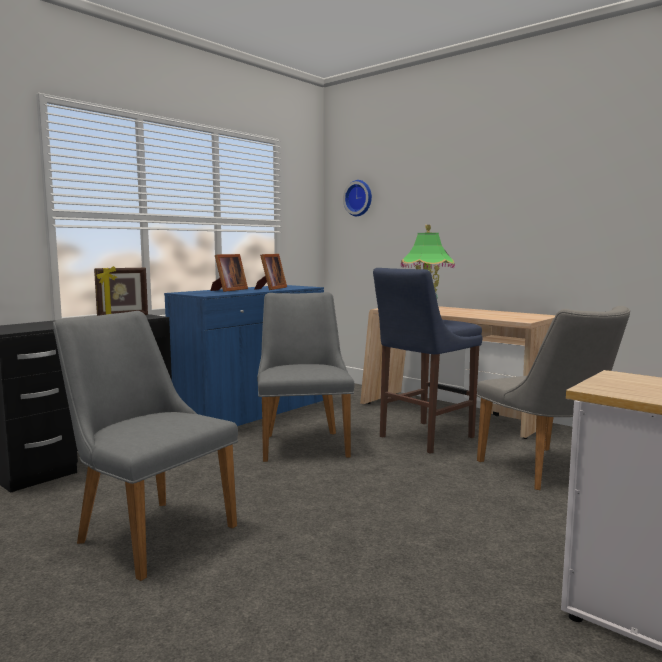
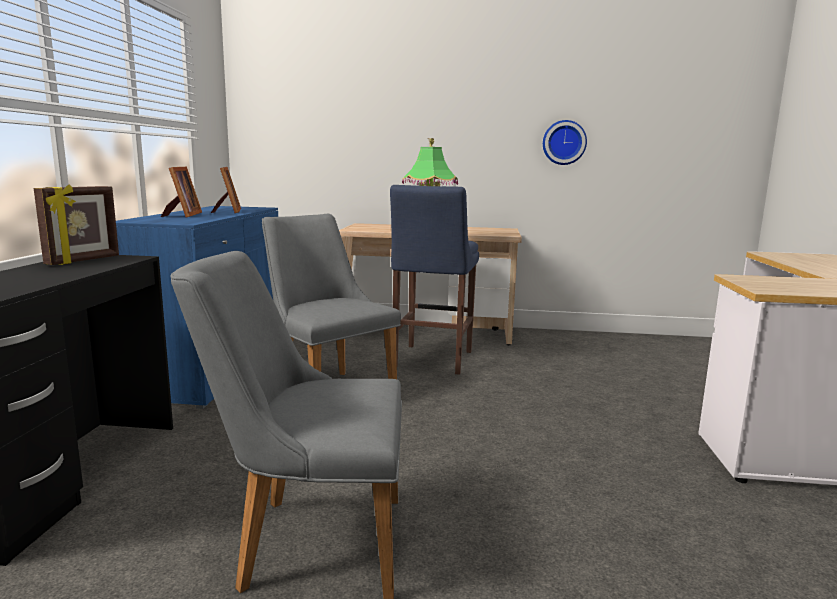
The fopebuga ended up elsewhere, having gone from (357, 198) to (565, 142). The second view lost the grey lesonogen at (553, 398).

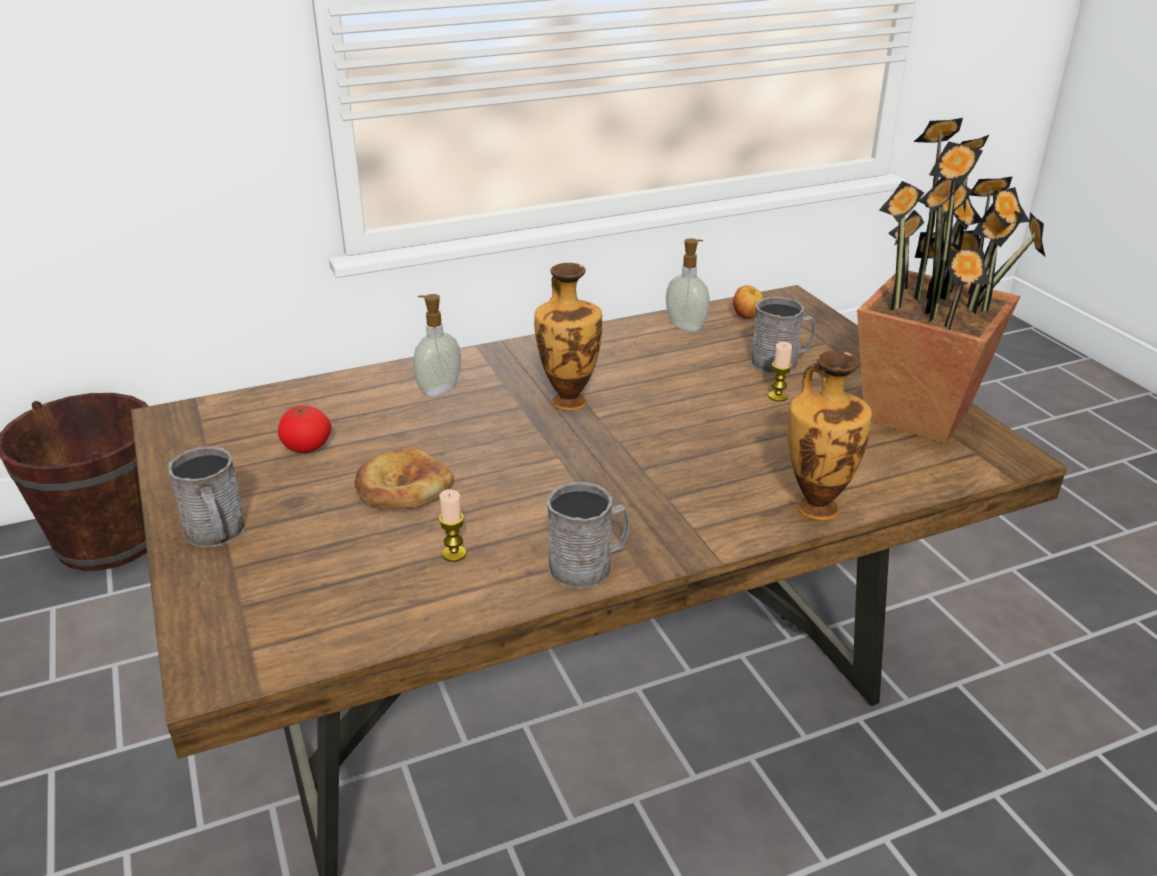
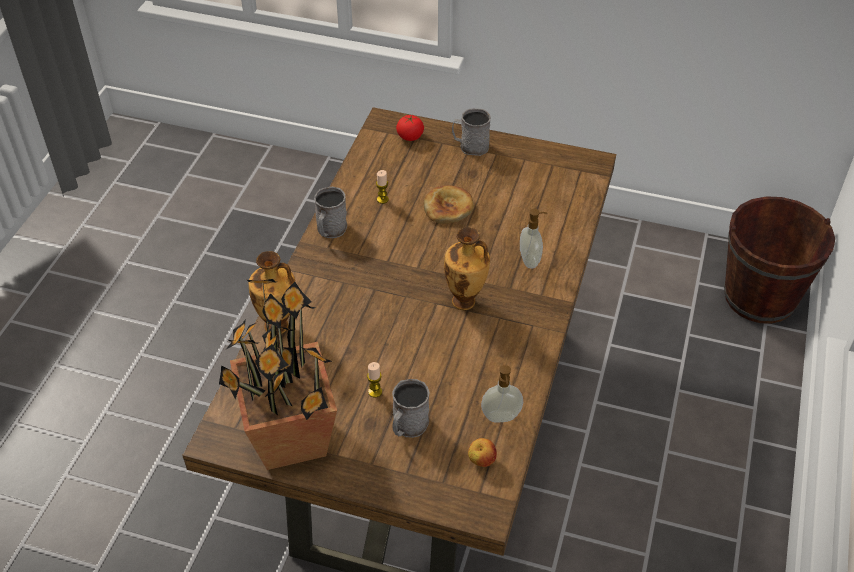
The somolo ended up elsewhere, having gone from (304, 429) to (410, 128).

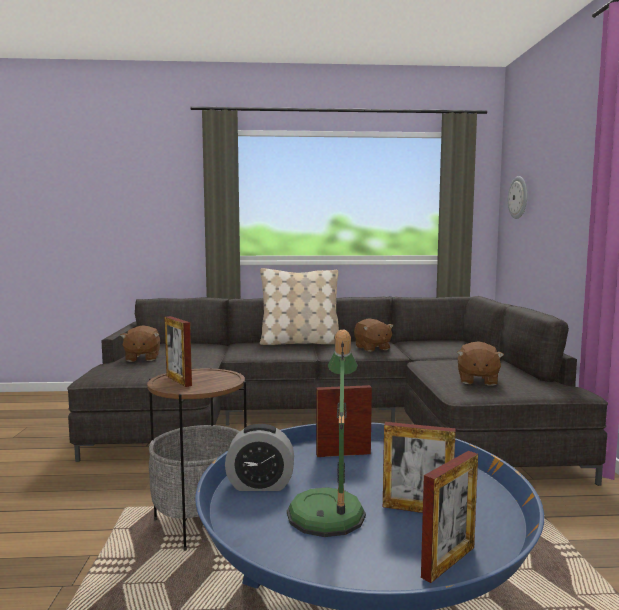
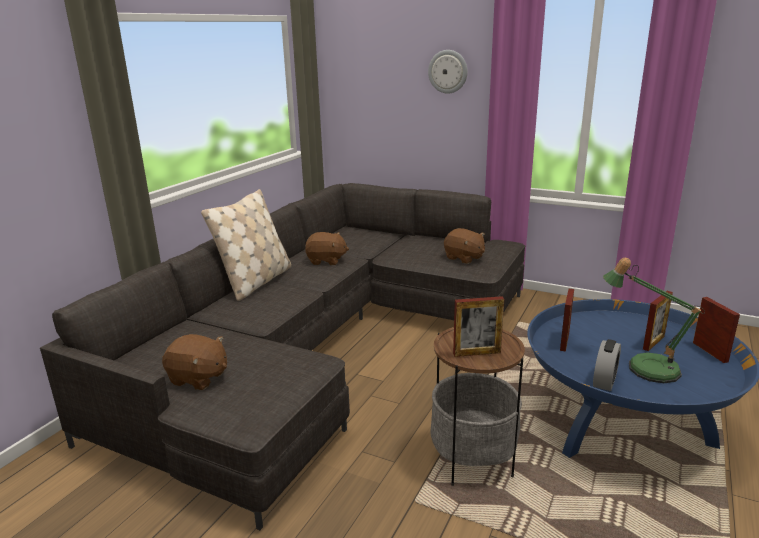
The fopebuga ended up elsewhere, having gone from (517, 197) to (448, 72).

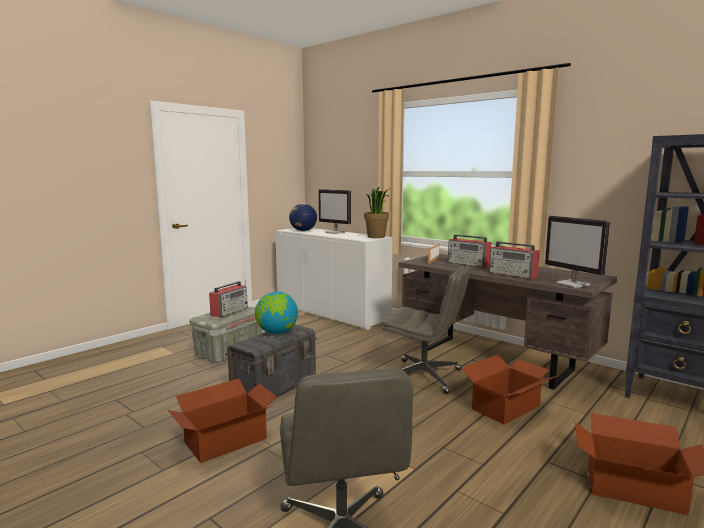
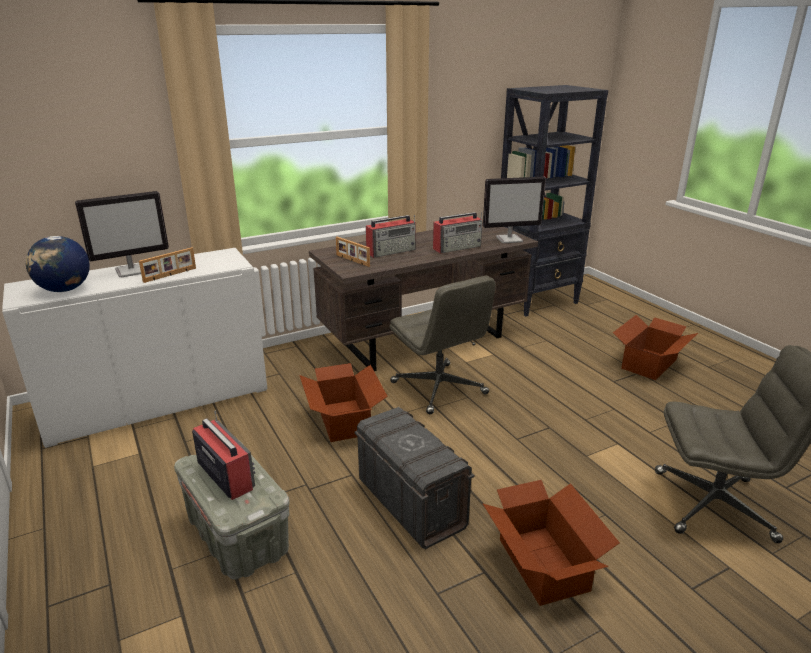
The second view lost the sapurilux at (377, 212). The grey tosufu at (426, 329) ended up facing another way, 105 degrees clockwise from before. The second view lost the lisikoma at (276, 313). The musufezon ended up elsewhere, having gone from (509, 390) to (343, 402). The second view gained the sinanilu at (167, 265).

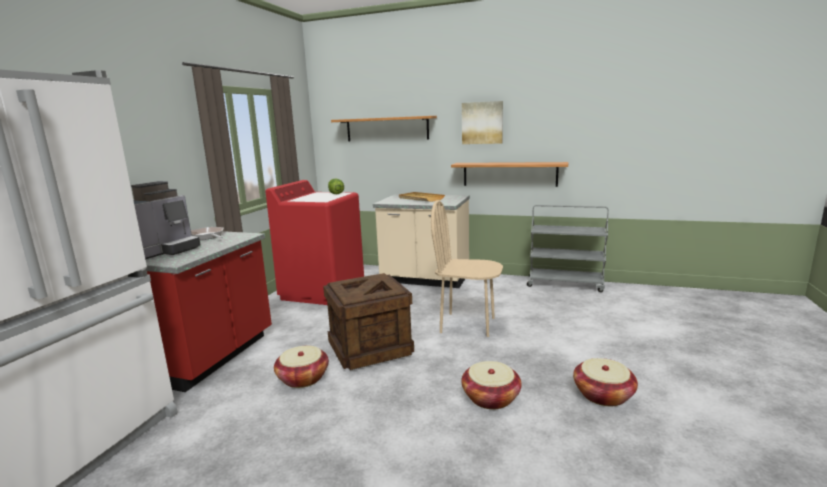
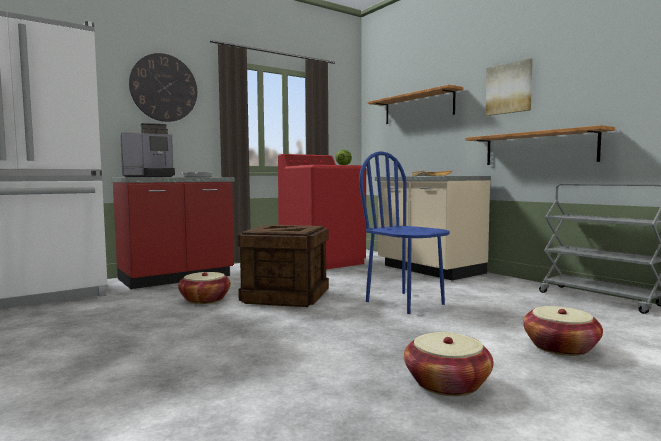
What was the beige lesonogen at (467, 268) turned into the blue lesonogen at (404, 232). The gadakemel ended up elsewhere, having gone from (491, 385) to (563, 331). The second view gained the fopebuga at (163, 87).

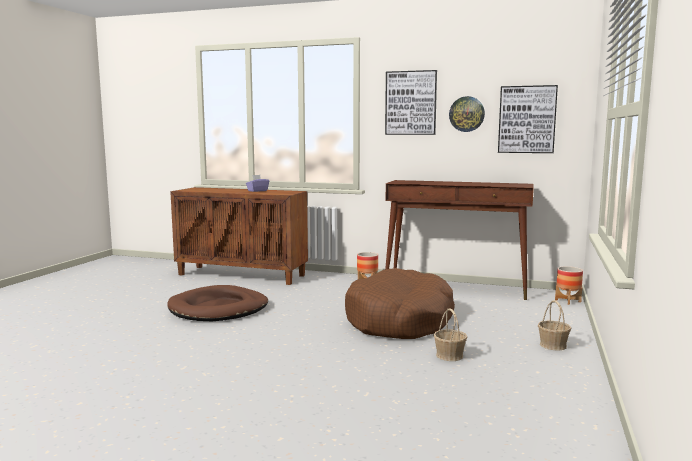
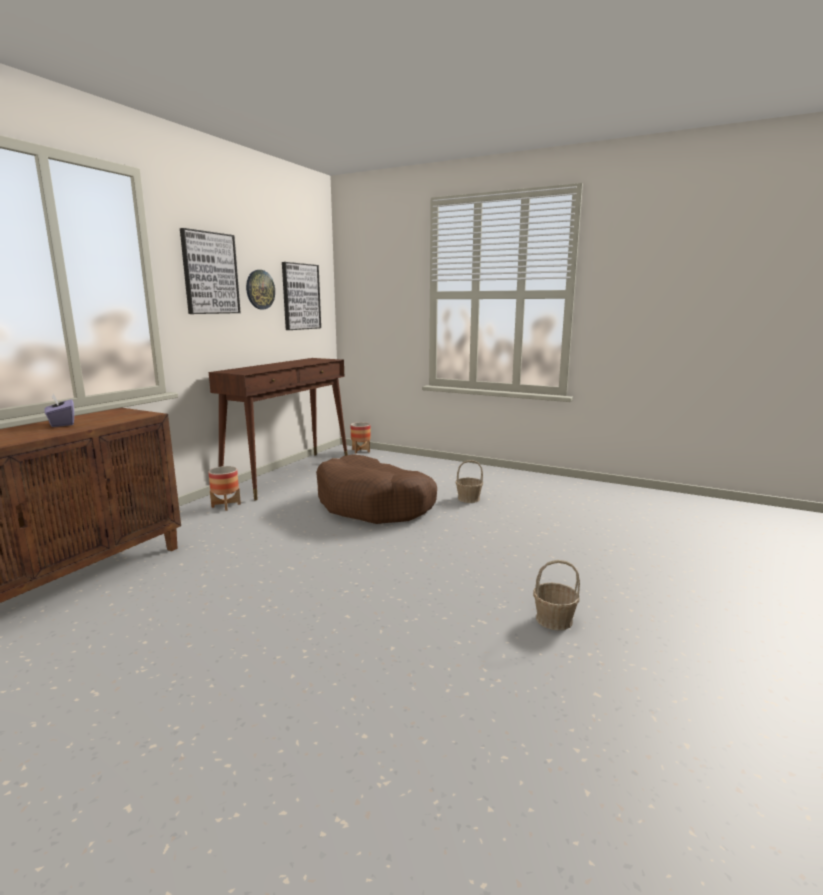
The second view lost the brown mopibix at (217, 303). The gadakemel ended up elsewhere, having gone from (554, 325) to (556, 595).

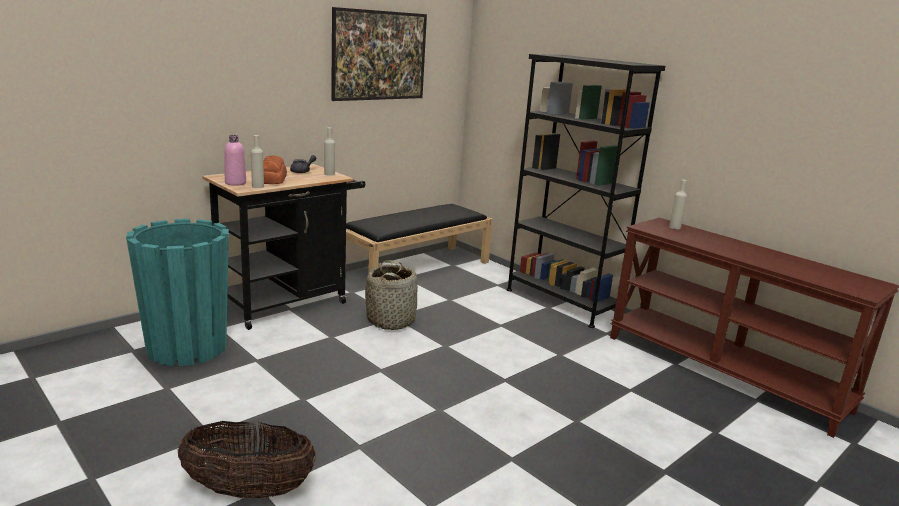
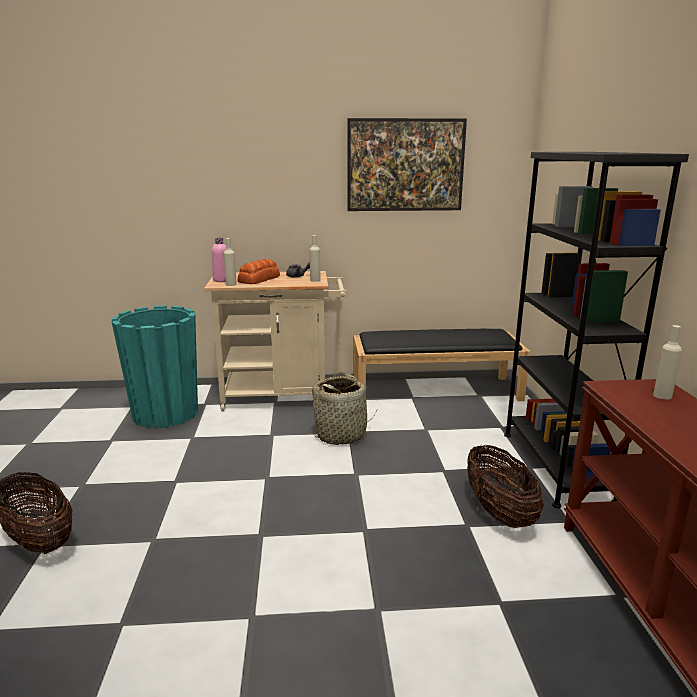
What was the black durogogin at (283, 247) turned into the beige durogogin at (275, 341). The second view gained the gadakemel at (505, 486).

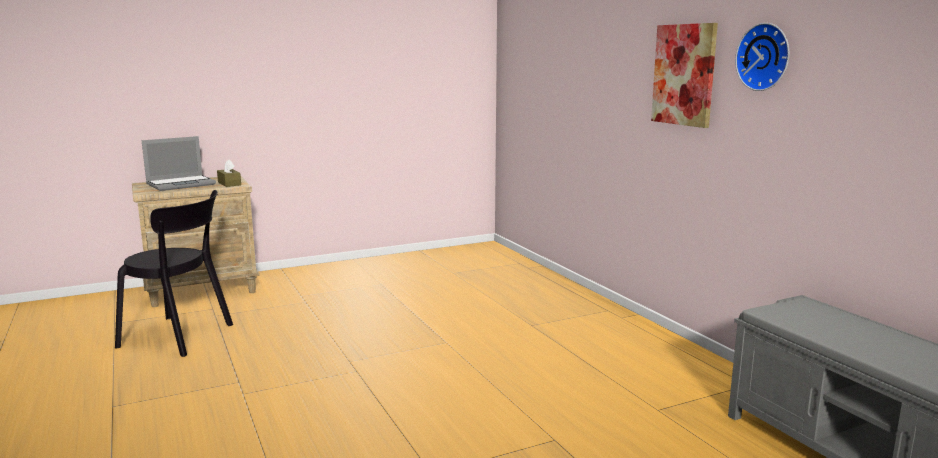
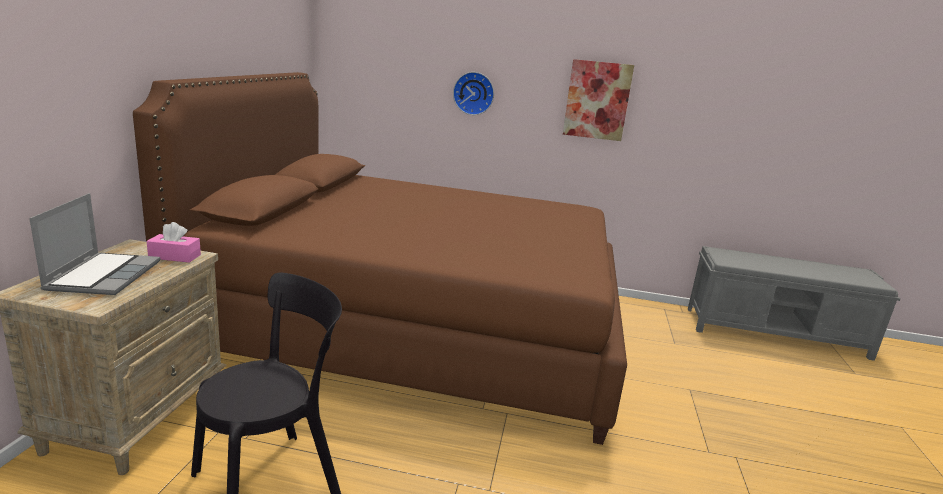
The fopebuga ended up elsewhere, having gone from (762, 57) to (473, 93). What was the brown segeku at (229, 173) turned into the pink segeku at (174, 242). The second view gained the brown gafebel at (380, 258).

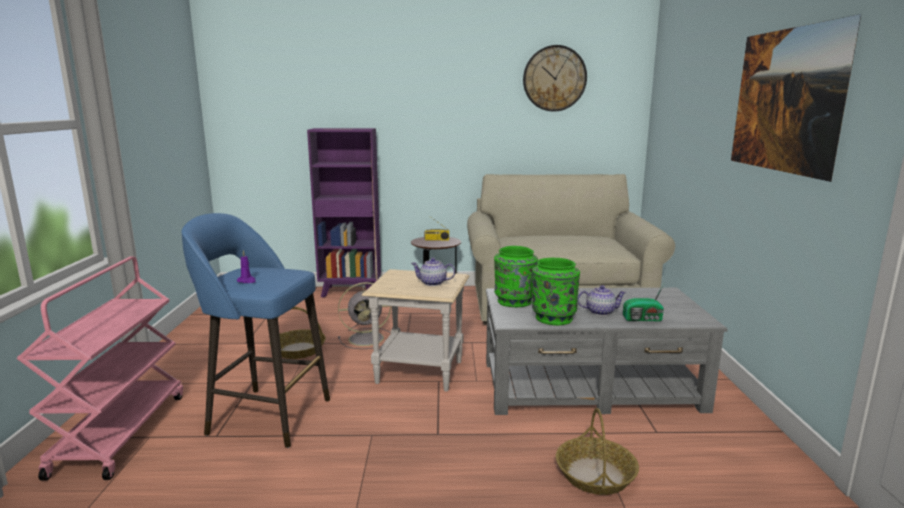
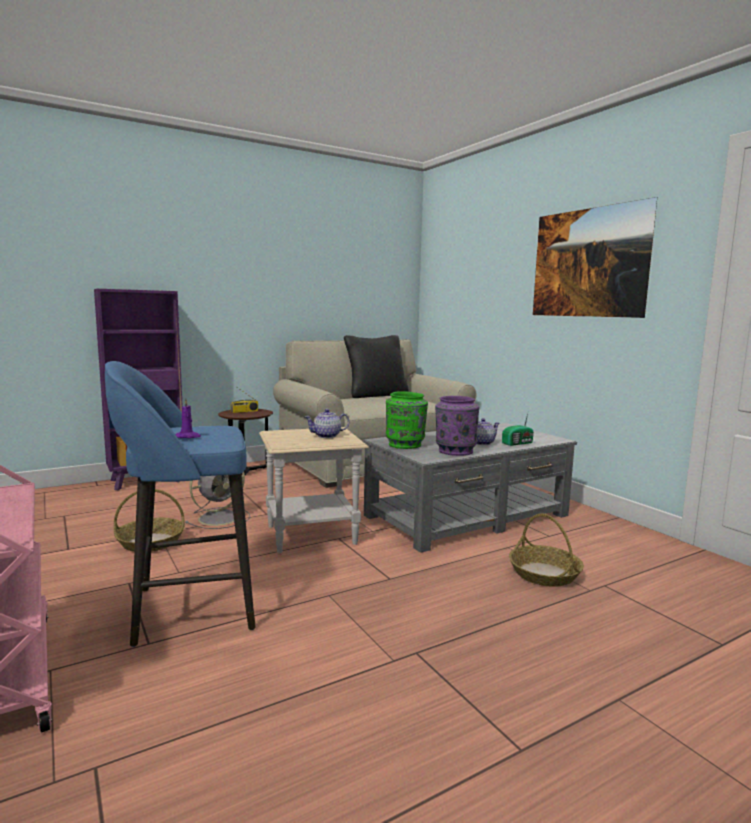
The second view lost the fopebuga at (555, 78). What was the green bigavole at (556, 291) turned into the purple bigavole at (457, 426). The second view gained the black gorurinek at (376, 366).

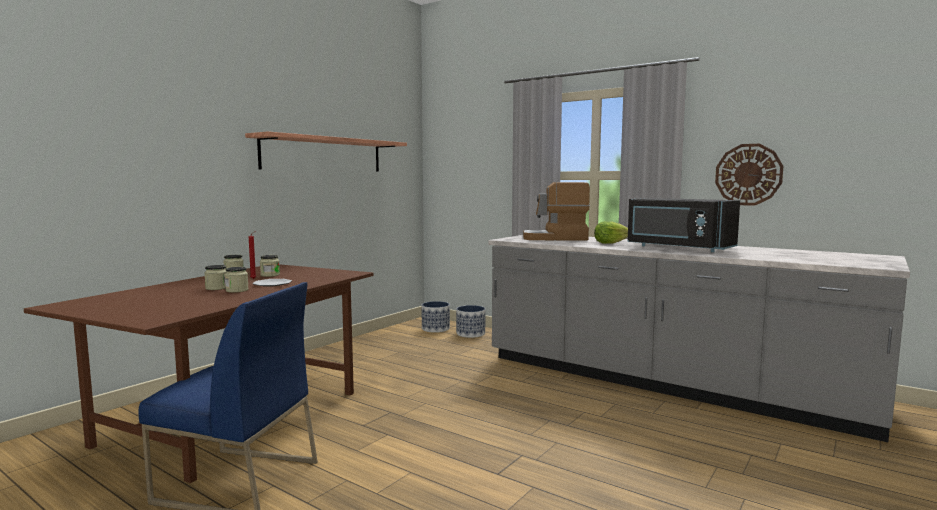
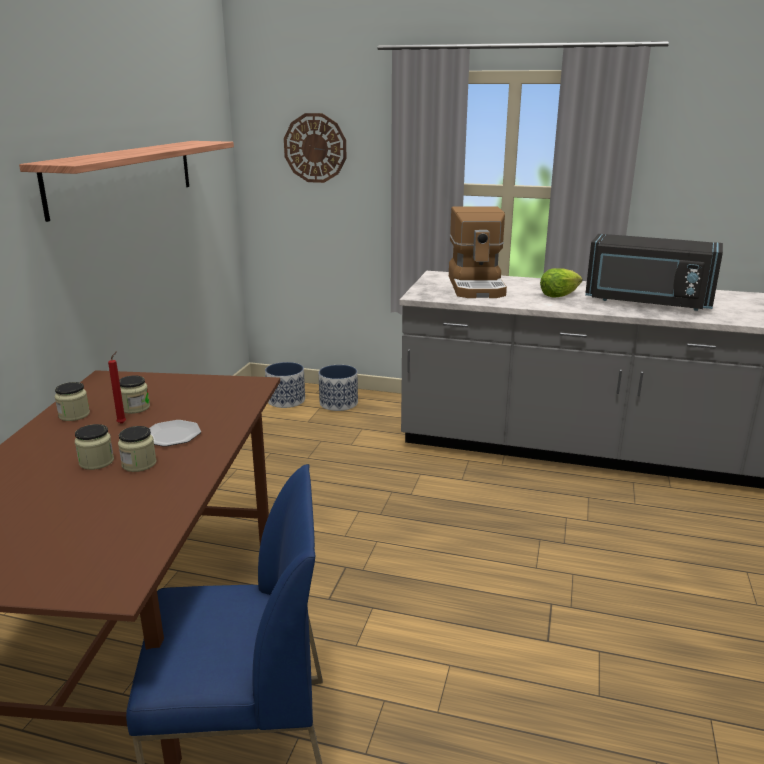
The fopebuga ended up elsewhere, having gone from (749, 175) to (315, 148). The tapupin at (556, 211) ended up facing another way, 75 degrees counterclockwise from before.

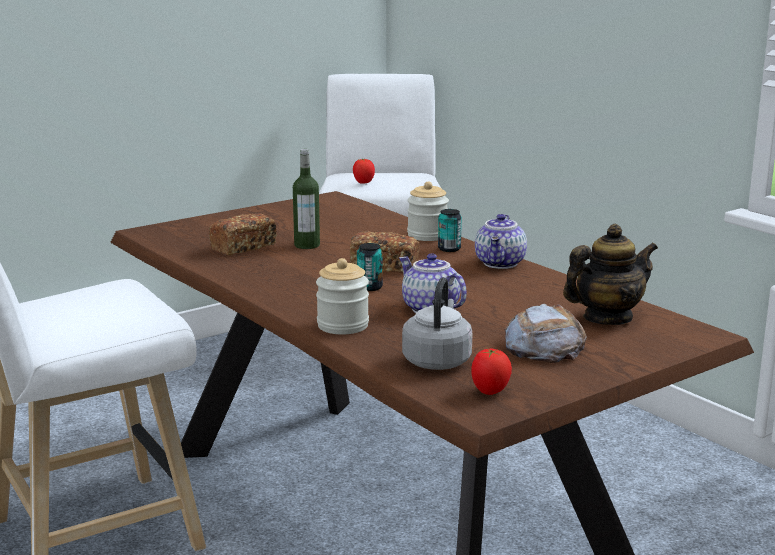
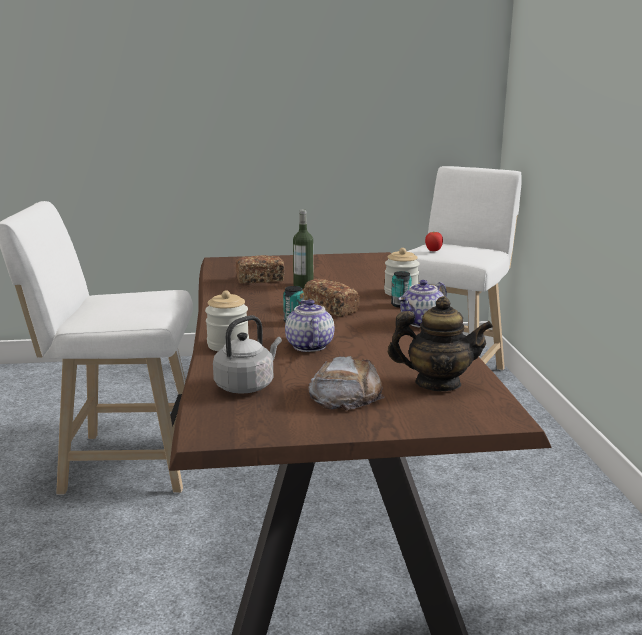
The second view lost the somolo at (491, 372).

